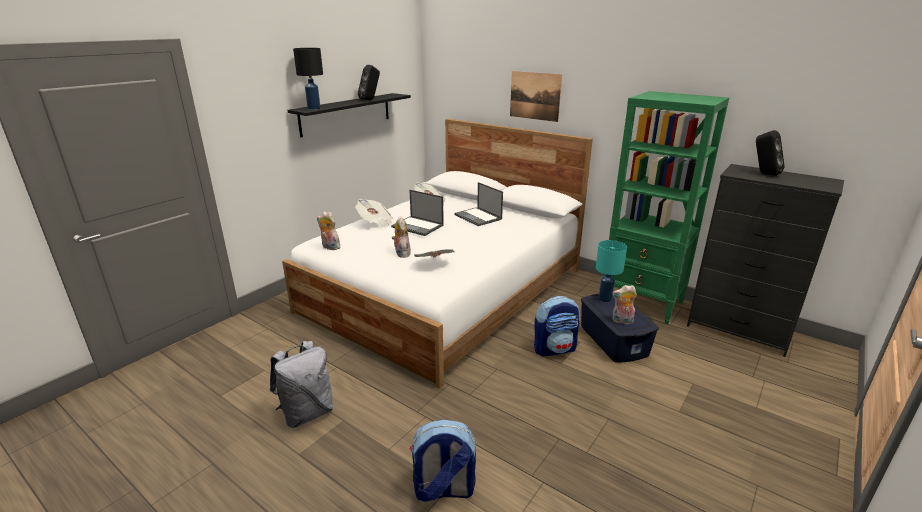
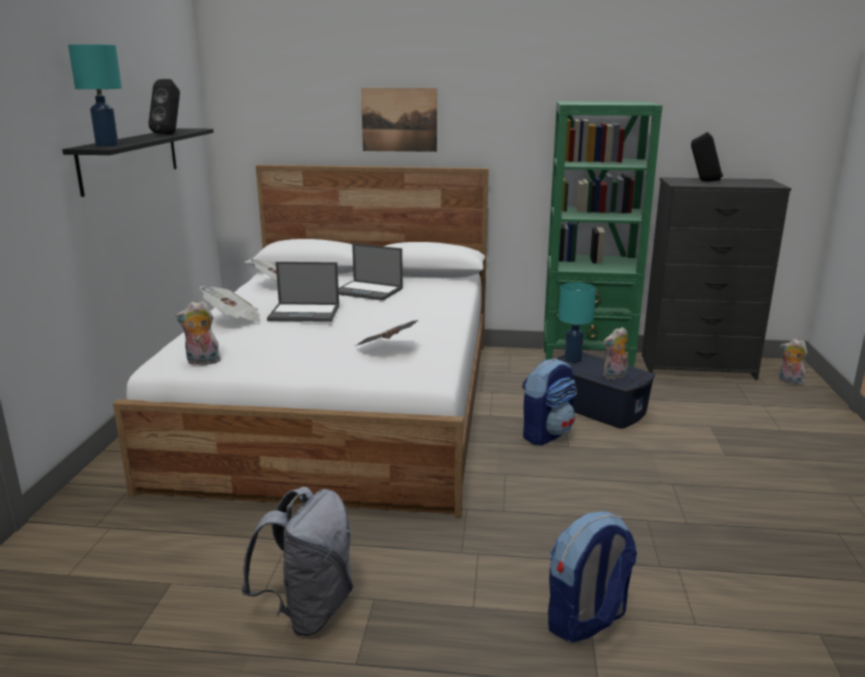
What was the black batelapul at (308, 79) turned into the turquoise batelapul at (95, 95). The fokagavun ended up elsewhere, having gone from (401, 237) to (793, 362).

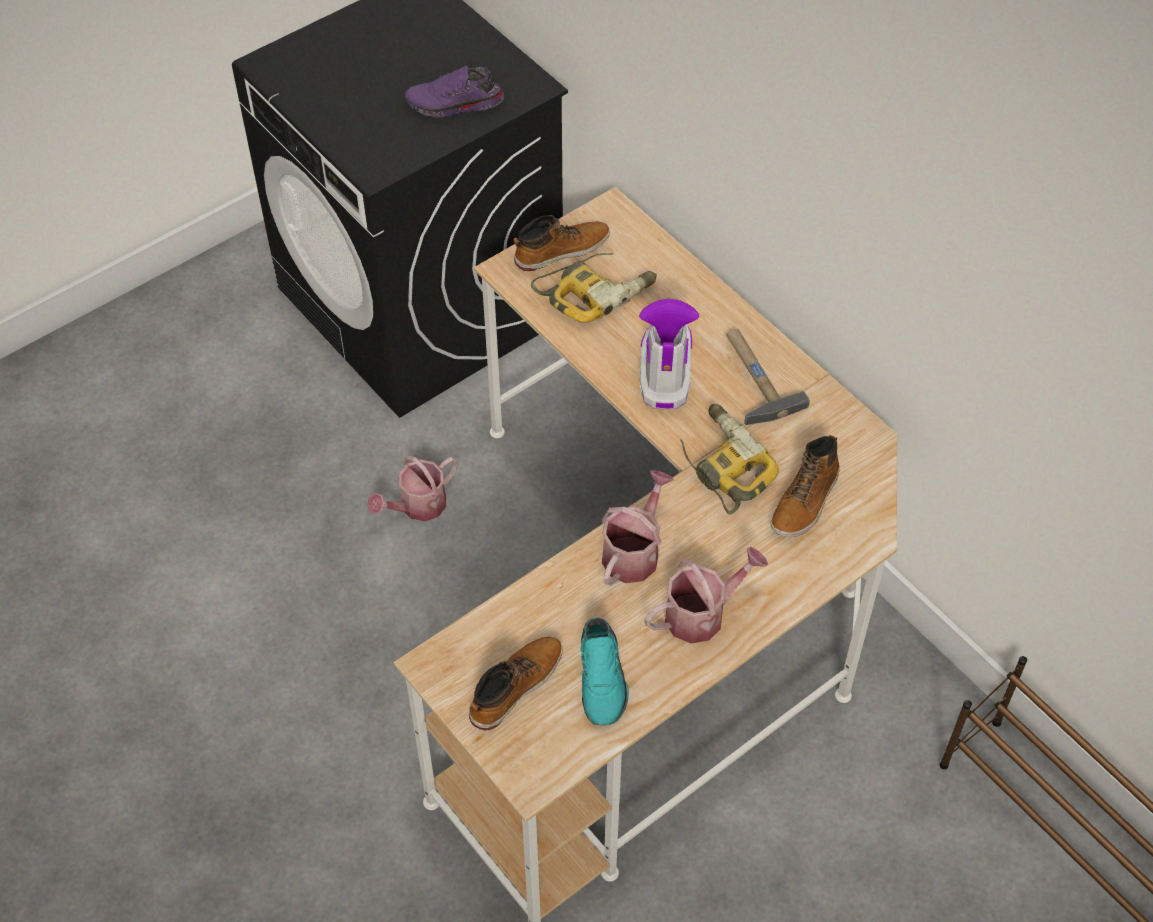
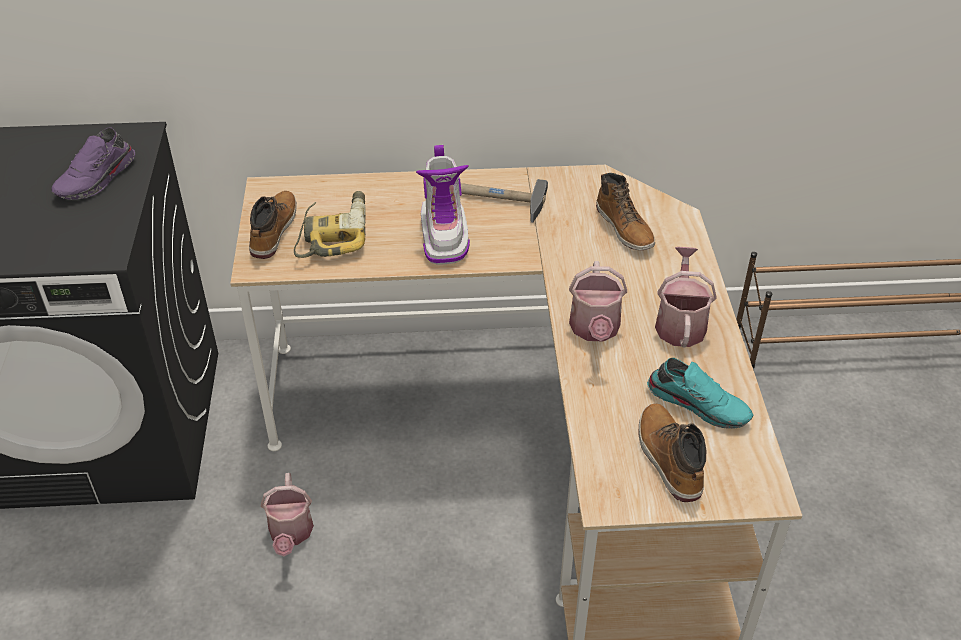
The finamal at (669, 354) ended up facing another way, 135 degrees counterclockwise from before. The second view lost the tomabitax at (729, 459). The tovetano at (638, 528) ended up facing another way, 150 degrees counterclockwise from before.

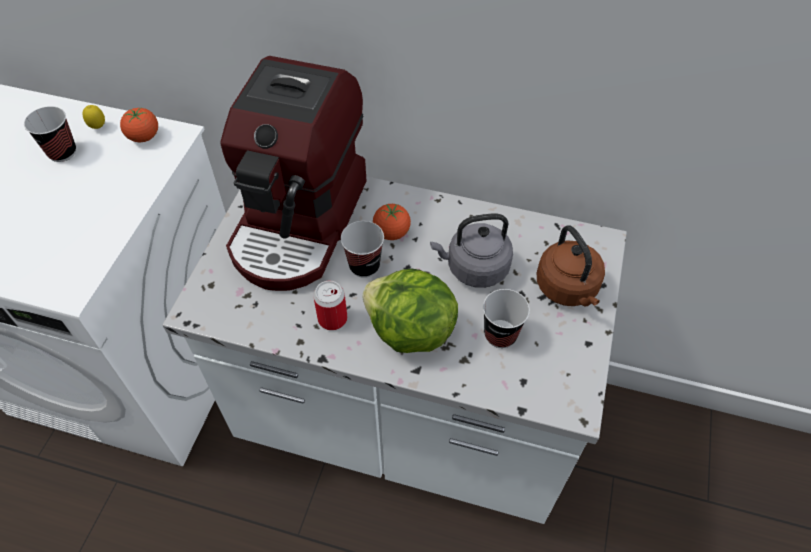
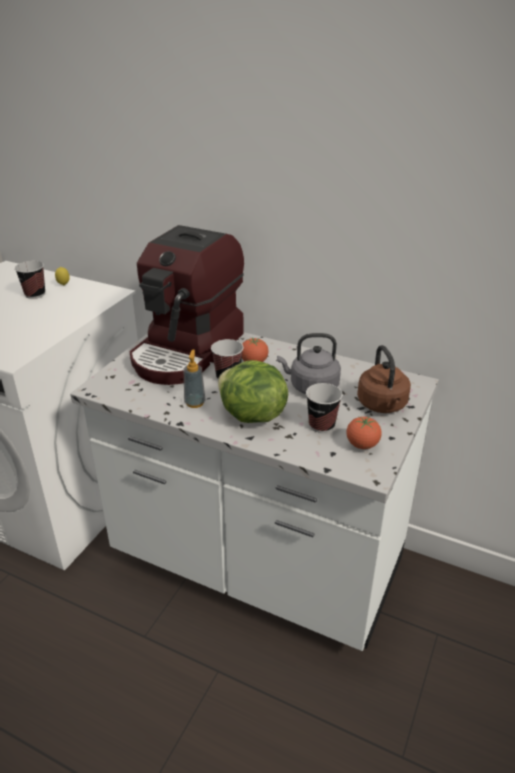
The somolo ended up elsewhere, having gone from (139, 124) to (364, 432). Where the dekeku stood at (330, 305), the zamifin came to stand at (195, 379).

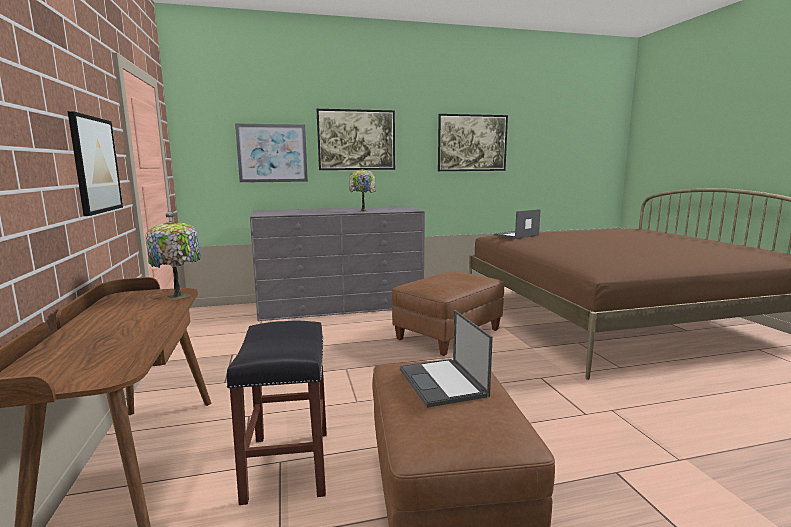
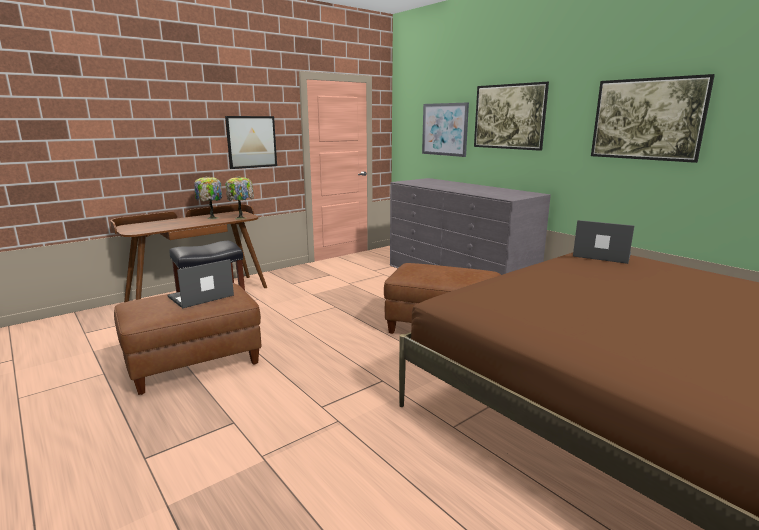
The batelapul ended up elsewhere, having gone from (362, 190) to (208, 197).

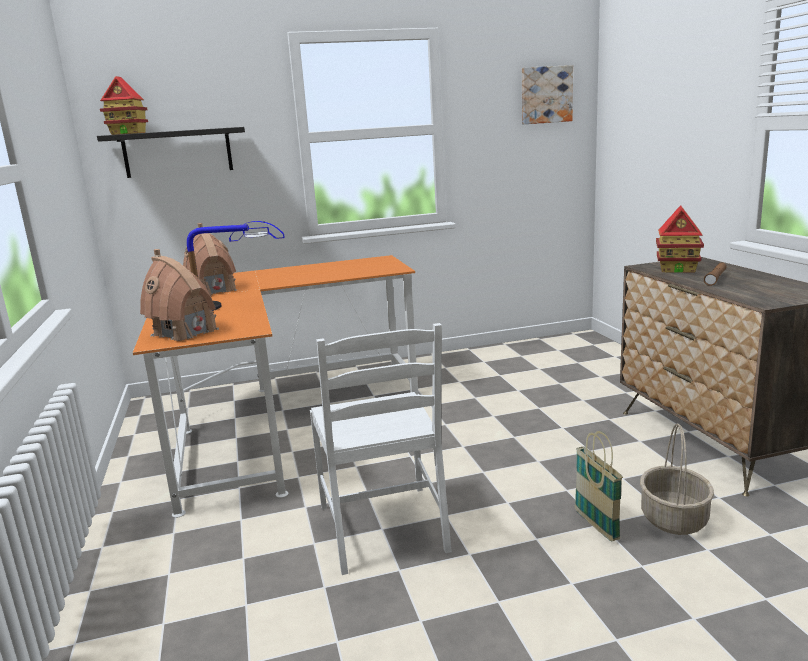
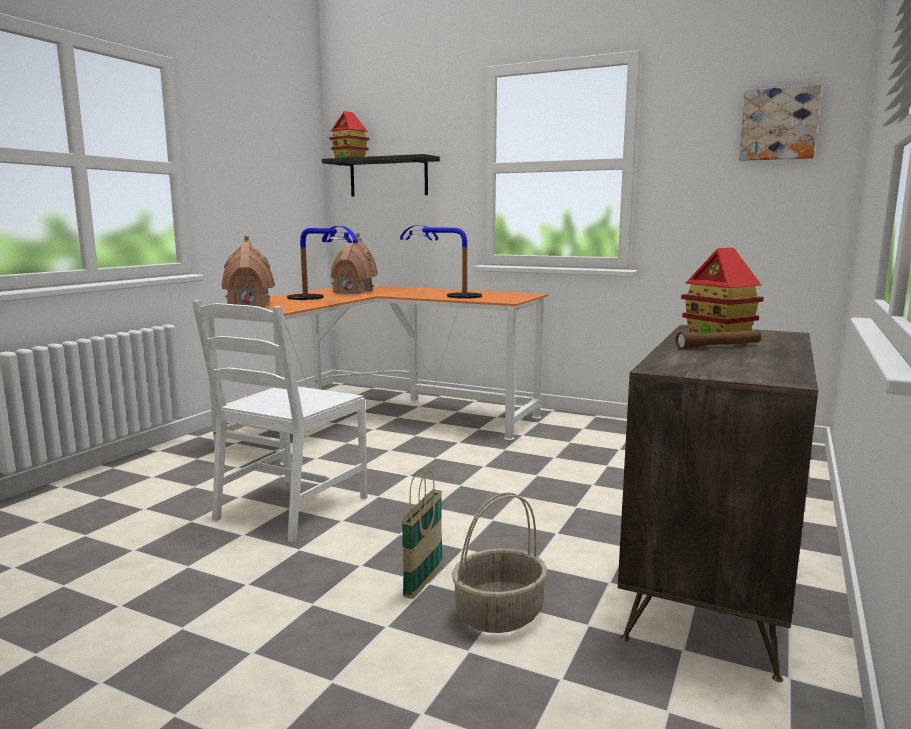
The second view gained the batelapul at (441, 262).

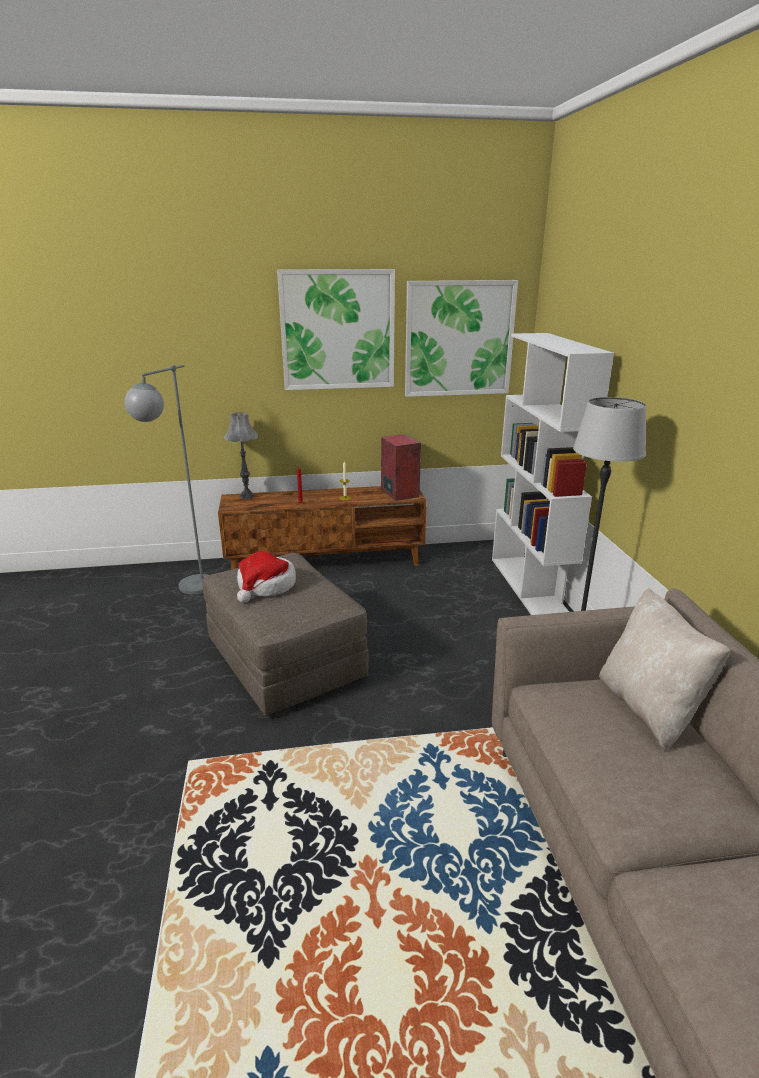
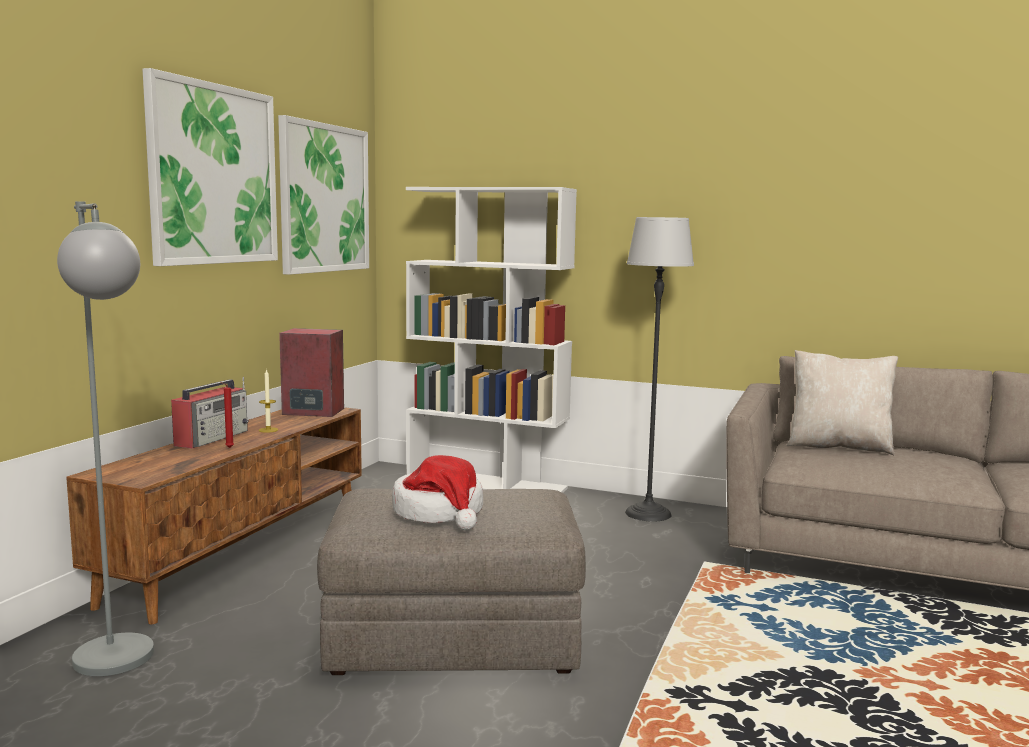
The second view lost the grey batelapul at (241, 455). The second view gained the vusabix at (210, 413).

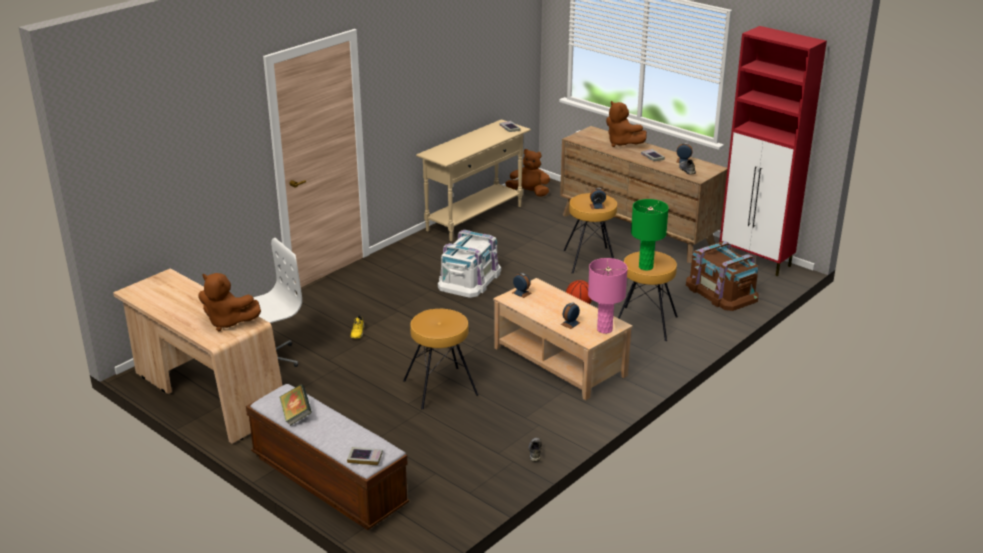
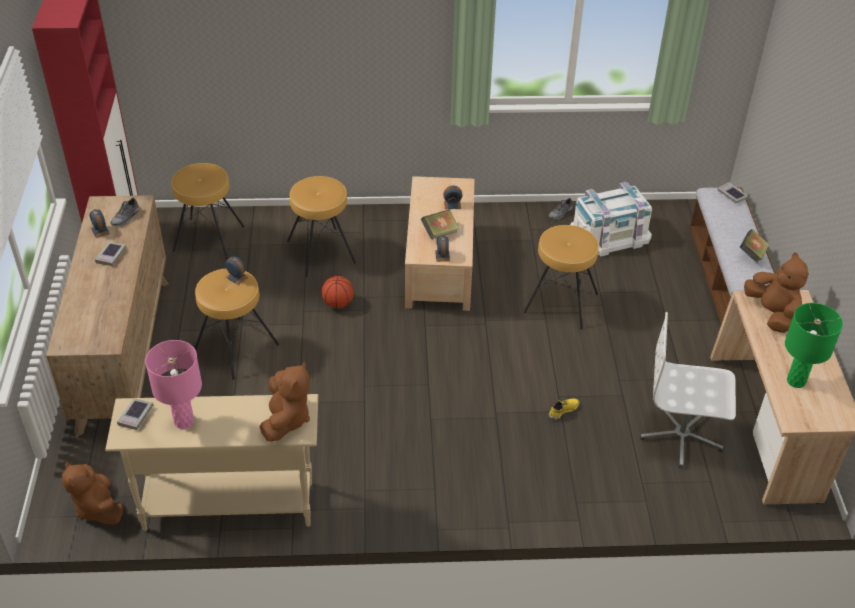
The brown fokagavun ended up elsewhere, having gone from (626, 124) to (285, 401). The green batelapul ended up elsewhere, having gone from (650, 235) to (814, 345). The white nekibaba ended up elsewhere, having gone from (469, 264) to (611, 219). Where the brown nekibaba stood at (722, 276), the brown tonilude came to stand at (208, 211). The pink batelapul ended up elsewhere, having gone from (608, 296) to (173, 384). The second view gained the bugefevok at (440, 224).

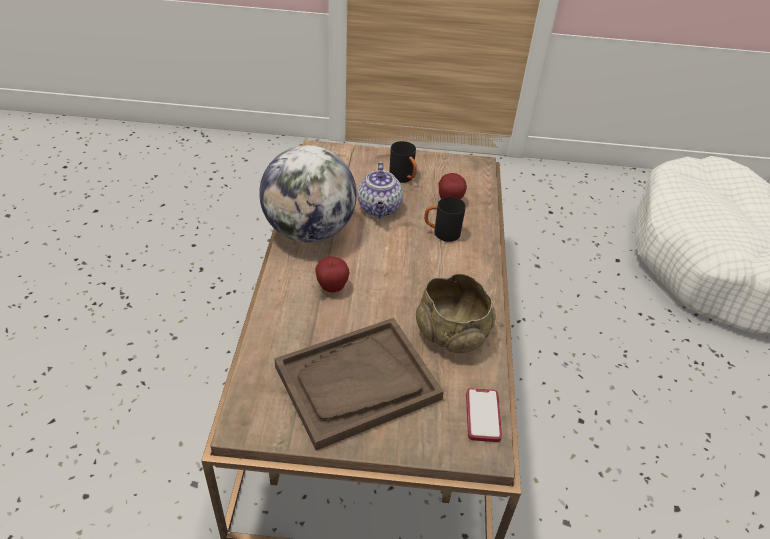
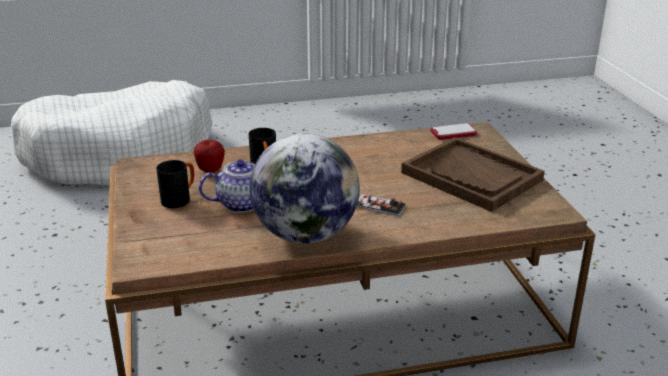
Where the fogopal stood at (332, 275), the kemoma came to stand at (381, 204). The second view lost the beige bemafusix at (455, 313).

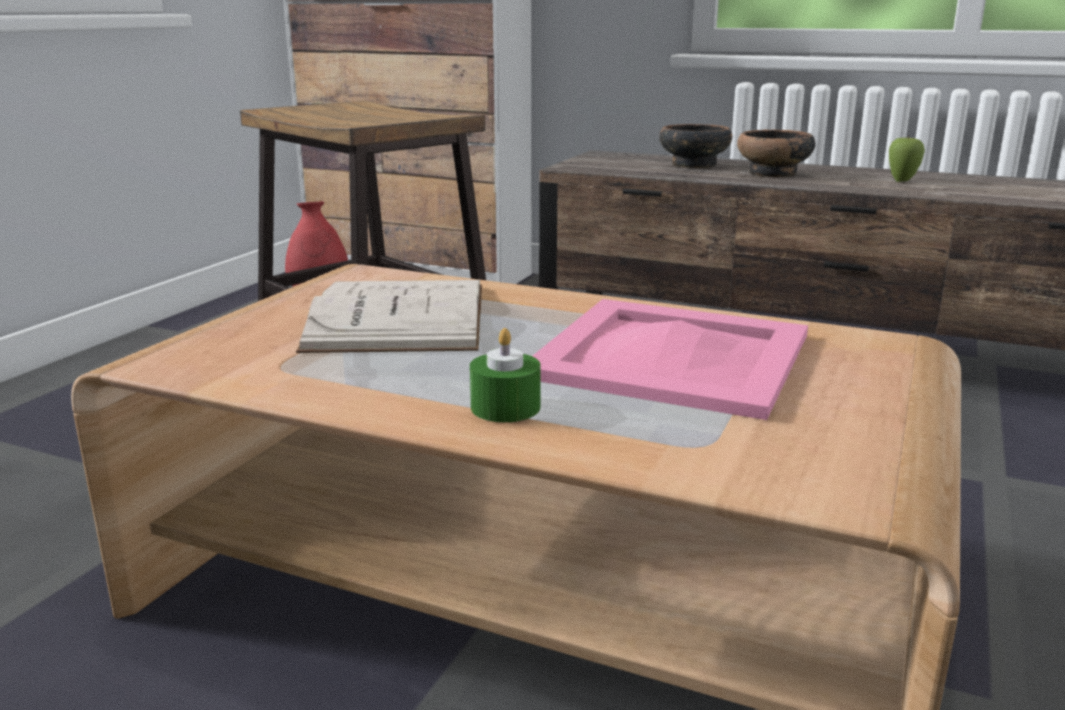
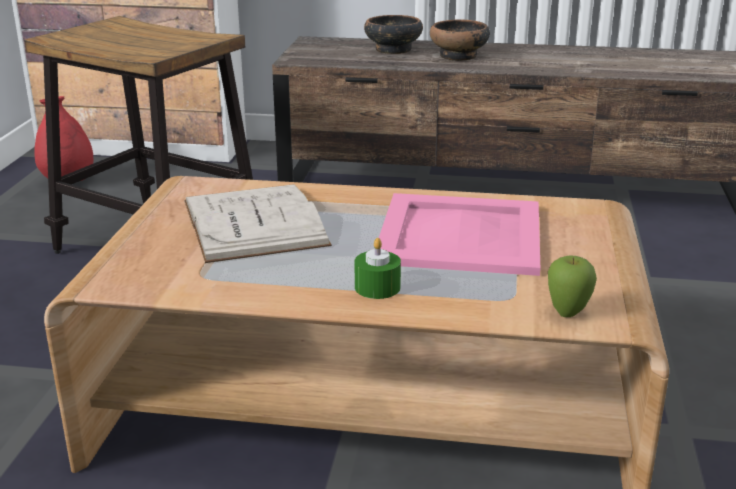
The fogopal ended up elsewhere, having gone from (907, 158) to (572, 286).

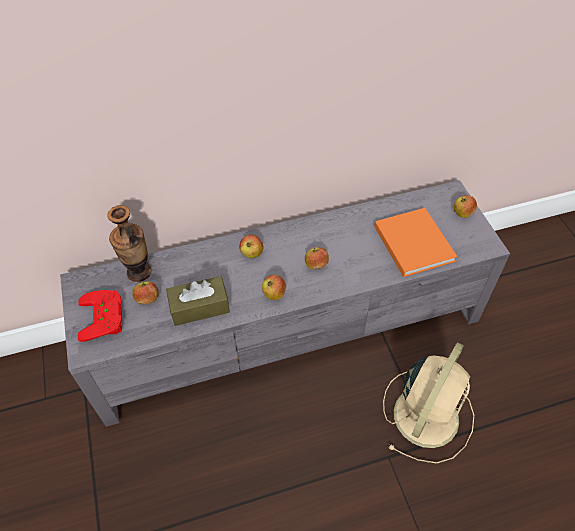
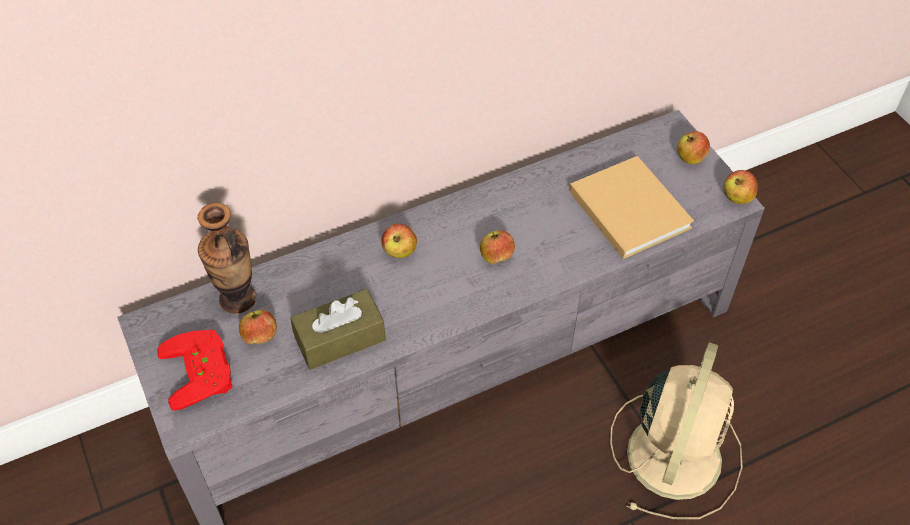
What was the orange bugefevok at (415, 242) turned into the beige bugefevok at (631, 207). The fogopal ended up elsewhere, having gone from (274, 287) to (741, 187).

